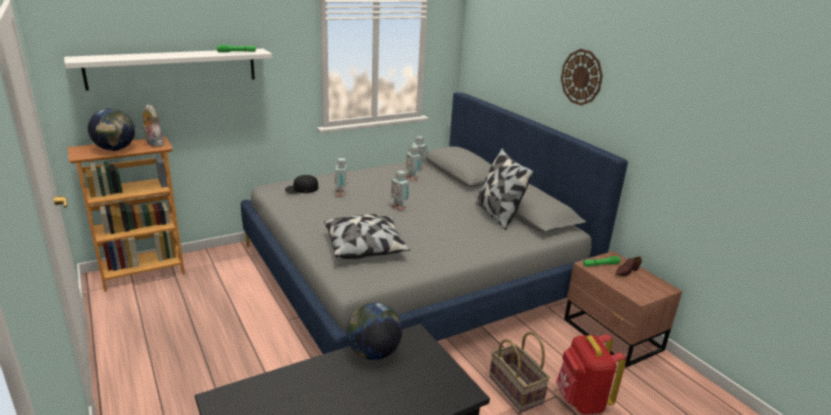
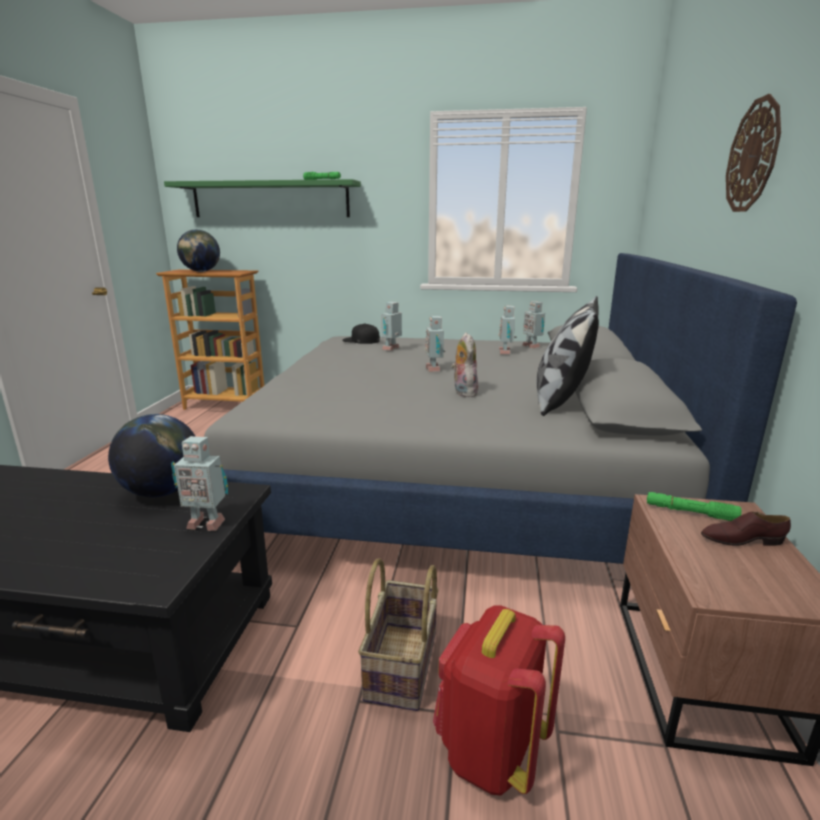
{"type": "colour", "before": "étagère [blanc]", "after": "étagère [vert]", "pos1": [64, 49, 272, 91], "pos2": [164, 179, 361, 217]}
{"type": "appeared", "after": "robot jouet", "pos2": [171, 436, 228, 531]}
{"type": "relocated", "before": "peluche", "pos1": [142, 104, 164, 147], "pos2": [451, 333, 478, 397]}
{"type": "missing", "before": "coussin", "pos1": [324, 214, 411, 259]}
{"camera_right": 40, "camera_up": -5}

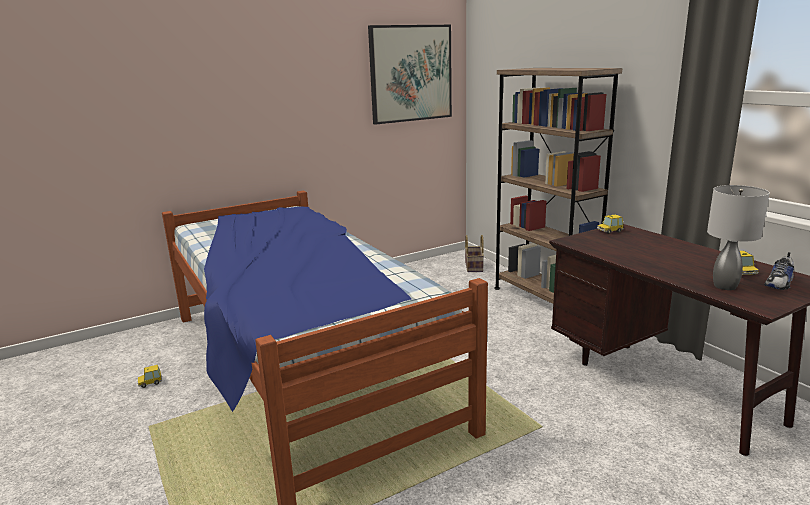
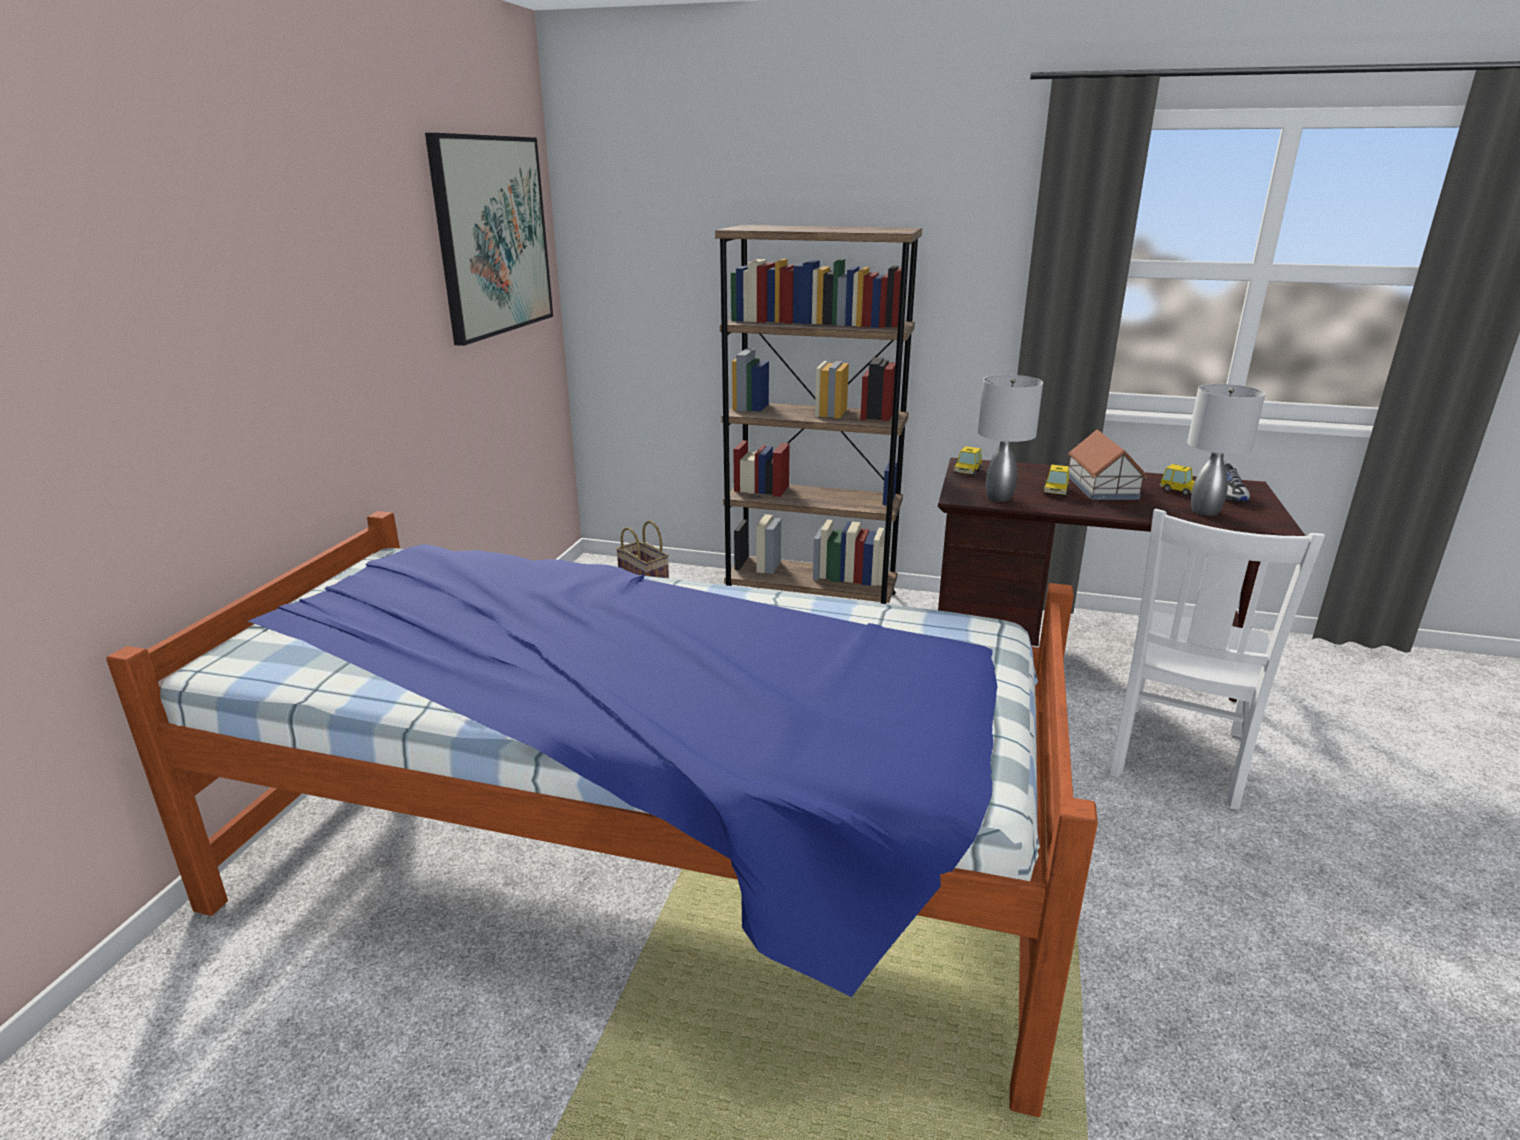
{"type": "appeared", "after": "lampe de table [gris]", "pos2": [978, 375, 1043, 502]}
{"type": "relocated", "before": "petite voiture", "pos1": [138, 365, 162, 388], "pos2": [1043, 465, 1070, 496]}
{"type": "appeared", "after": "maison miniature", "pos2": [1067, 429, 1147, 500]}
{"type": "appeared", "after": "chaise [blanc]", "pos2": [1110, 509, 1325, 809]}
{"camera_right": -45, "camera_up": 5}

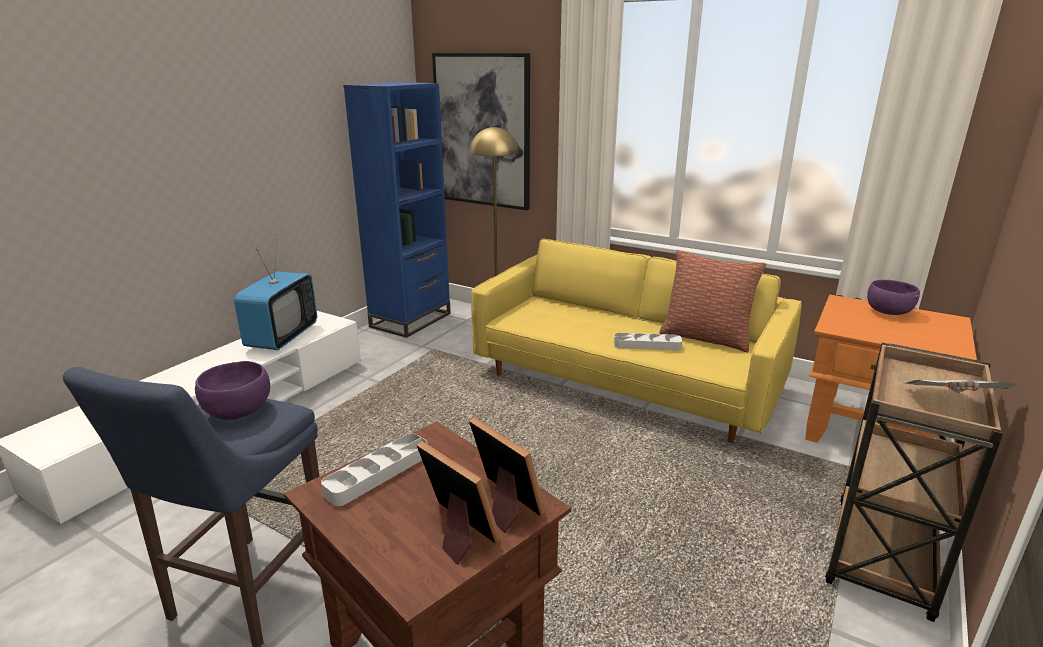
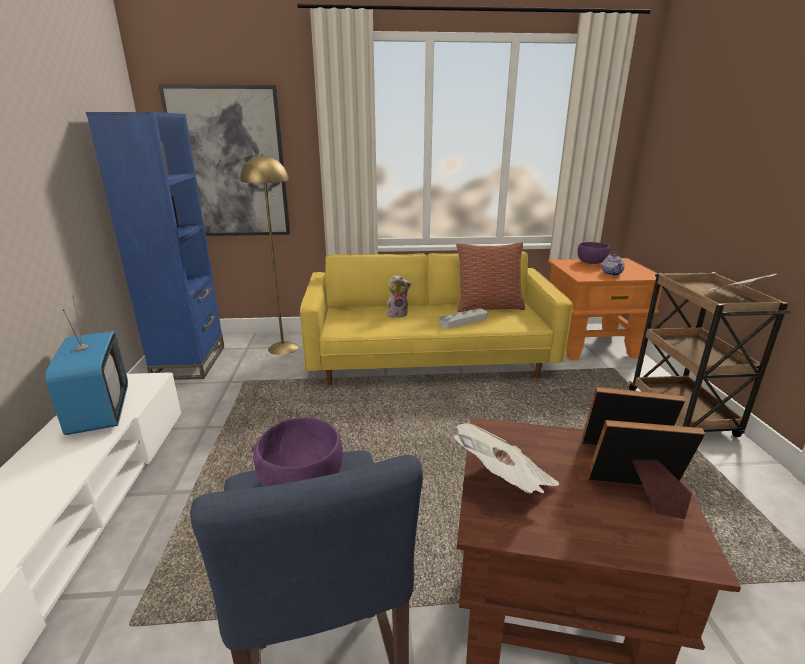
{"type": "appeared", "after": "peluche", "pos2": [387, 275, 411, 318]}
{"type": "exchanged", "before": "plateau [gris]", "after": "journal", "pos1": [321, 433, 427, 506], "pos2": [453, 423, 559, 494]}
{"type": "appeared", "after": "théière", "pos2": [602, 254, 625, 276]}
{"camera_right": -35, "camera_up": 0}

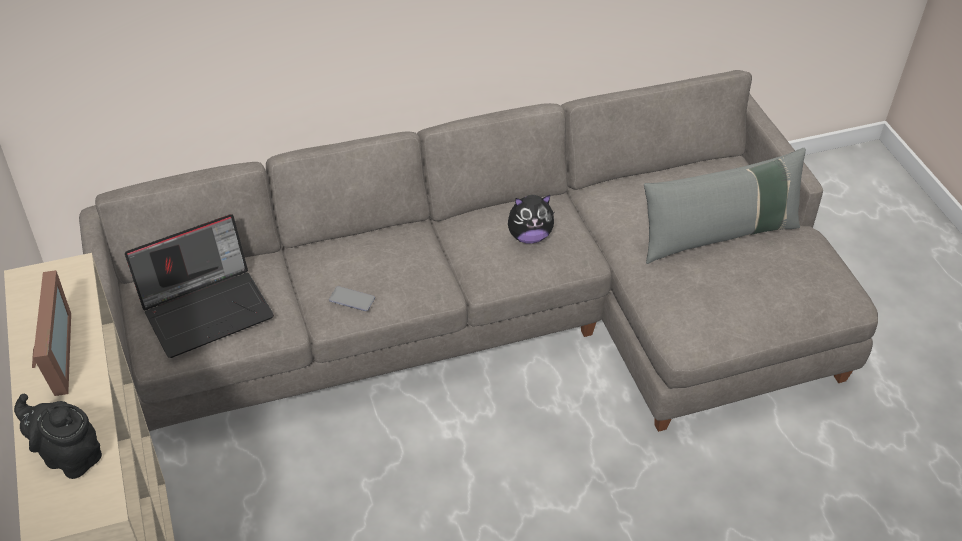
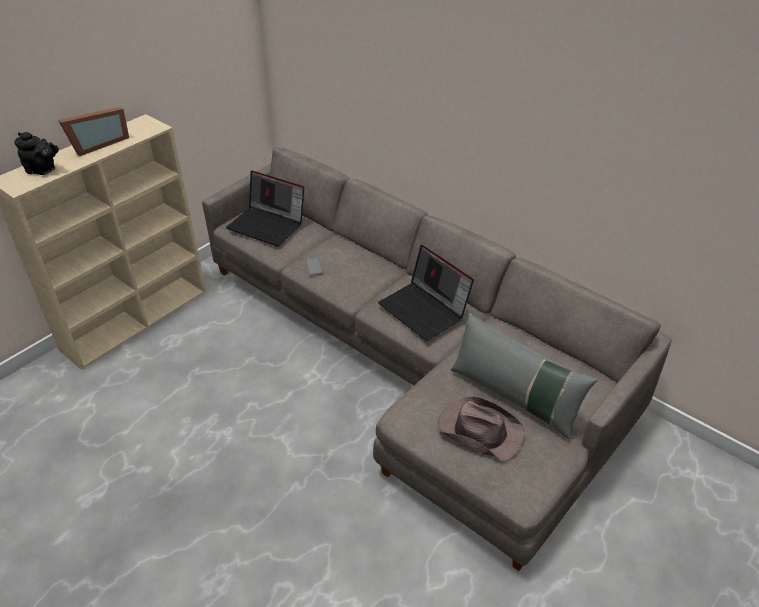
{"type": "spun", "before": "théière [noir]", "pos1": [14, 394, 102, 479], "pos2": [14, 132, 59, 175], "turn": 105}
{"type": "exchanged", "before": "peluche", "after": "ordinateur portable", "pos1": [508, 194, 555, 243], "pos2": [378, 245, 474, 341]}
{"type": "appeared", "after": "chapeau [marron]", "pos2": [438, 396, 525, 462]}
{"camera_right": 60, "camera_up": -5}

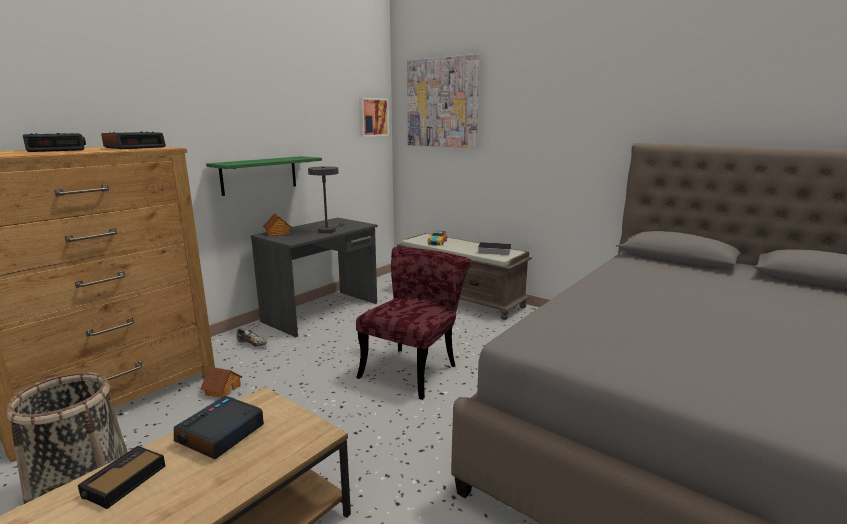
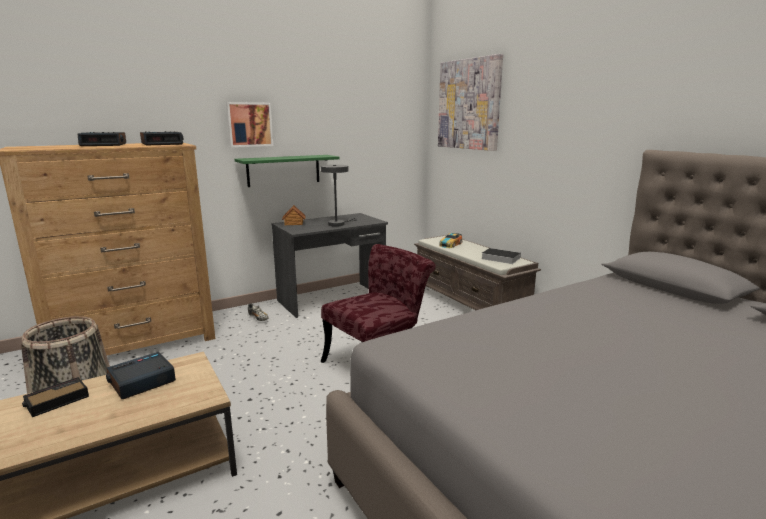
{"type": "relocated", "before": "tableau", "pos1": [359, 97, 389, 137], "pos2": [226, 102, 273, 147]}
{"type": "missing", "before": "maison miniature", "pos1": [201, 367, 242, 398]}
{"camera_right": 20, "camera_up": 0}

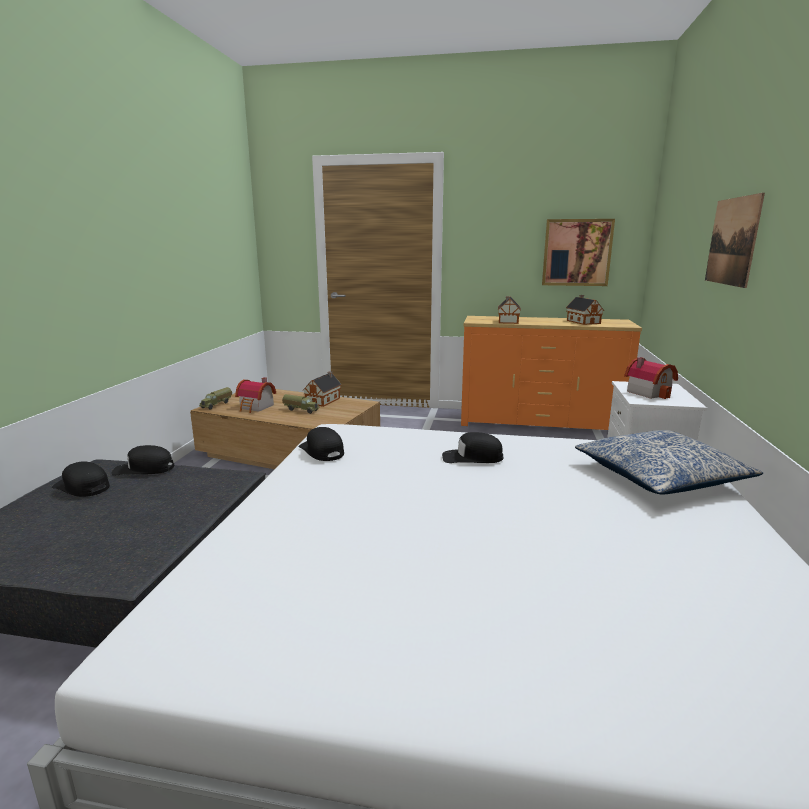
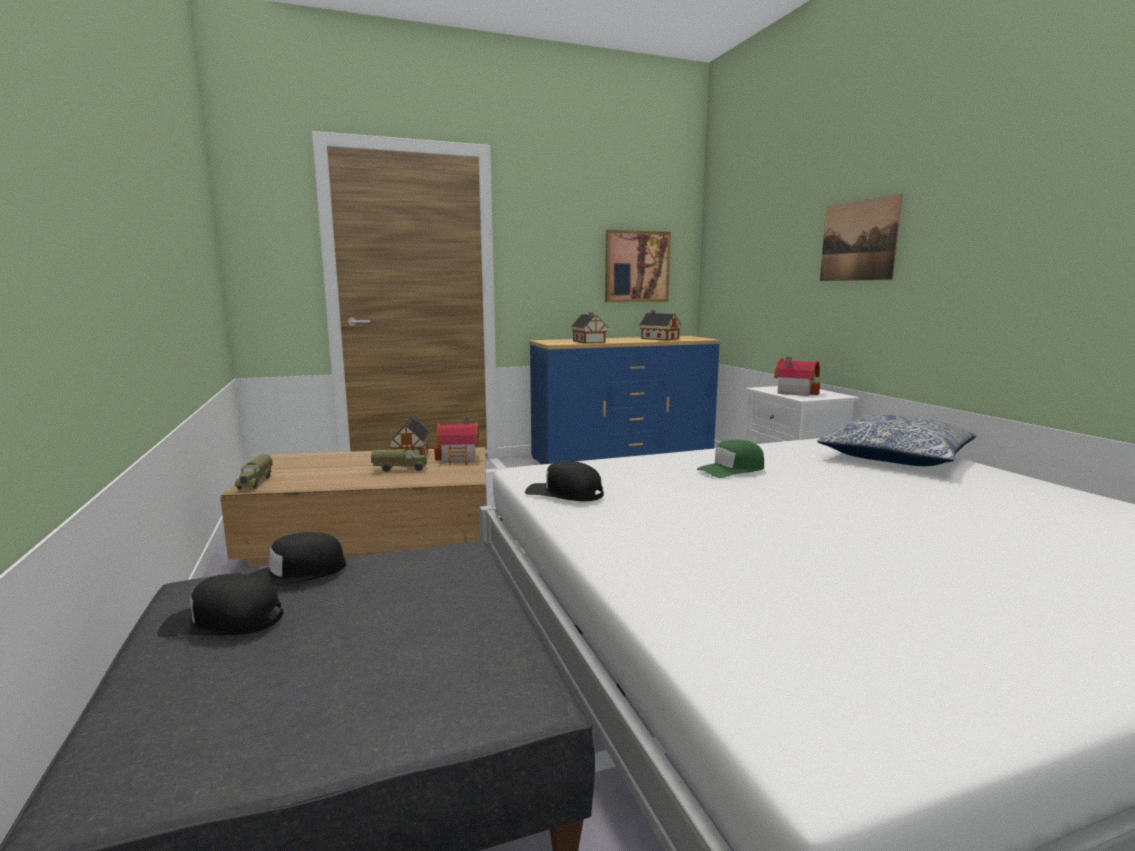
{"type": "relocated", "before": "maison miniature", "pos1": [235, 377, 276, 413], "pos2": [434, 417, 479, 465]}
{"type": "colour", "before": "commode [orange]", "after": "commode [bleu]", "pos1": [461, 316, 642, 430], "pos2": [529, 336, 721, 464]}
{"type": "colour", "before": "casquette [noir]", "after": "casquette [vert]", "pos1": [442, 432, 503, 463], "pos2": [697, 440, 764, 478]}
{"camera_right": -30, "camera_up": -5}

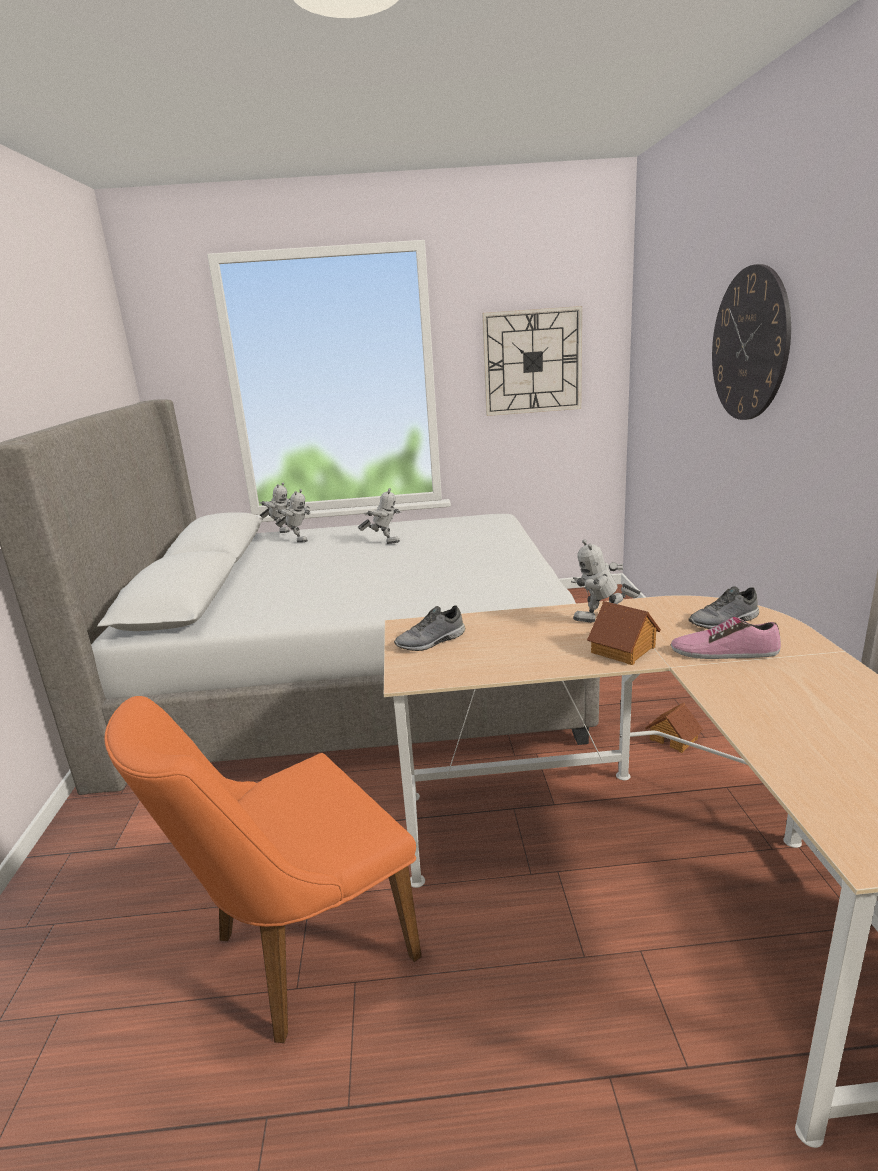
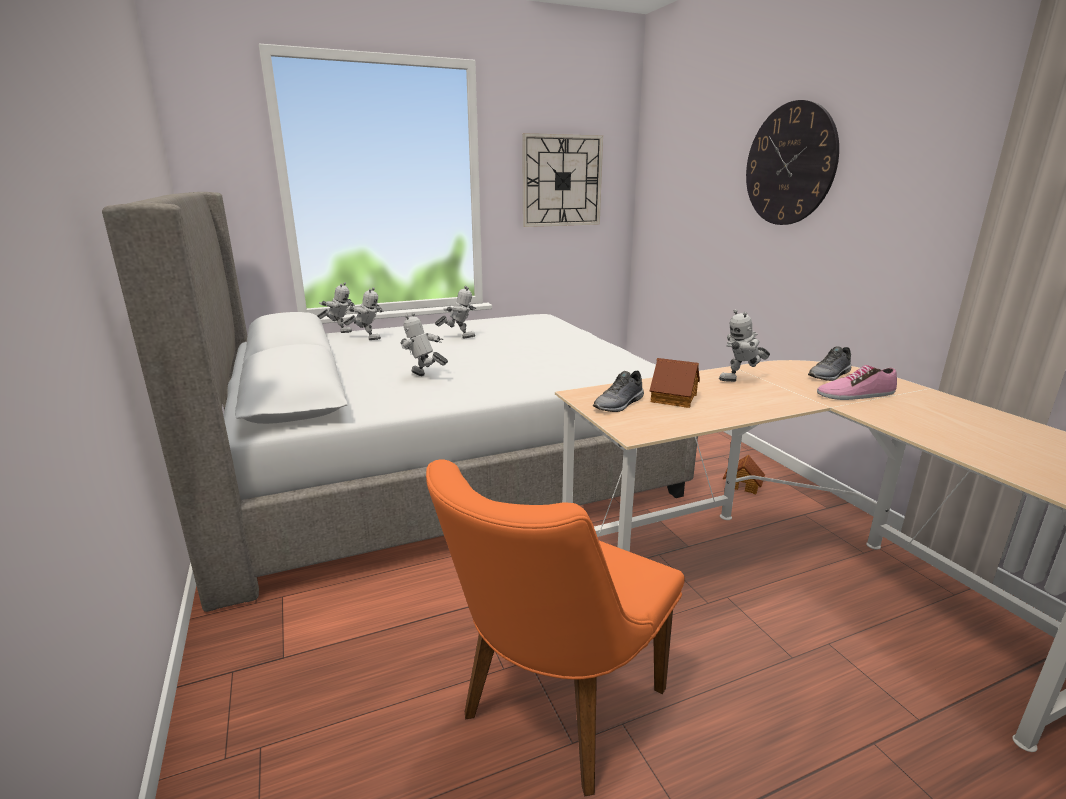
{"type": "appeared", "after": "robot jouet", "pos2": [401, 312, 448, 376]}
{"type": "relocated", "before": "maison miniature", "pos1": [587, 601, 661, 665], "pos2": [649, 358, 700, 408]}
{"camera_right": -20, "camera_up": 0}

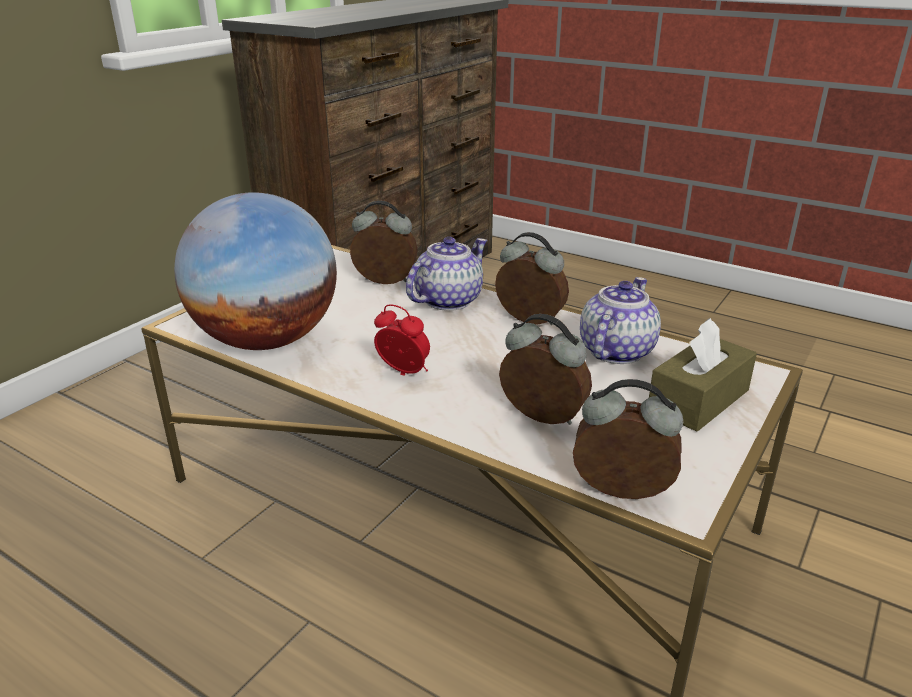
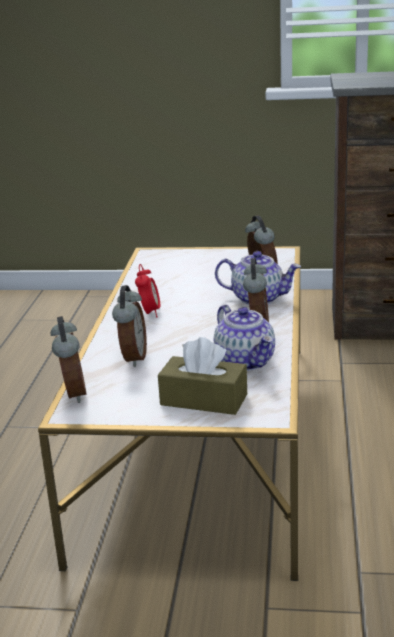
{"type": "spun", "before": "théière", "pos1": [580, 277, 661, 364], "pos2": [214, 305, 275, 371], "turn": 60}
{"type": "missing", "before": "globe", "pos1": [174, 192, 337, 350]}
{"camera_right": 65, "camera_up": -5}

